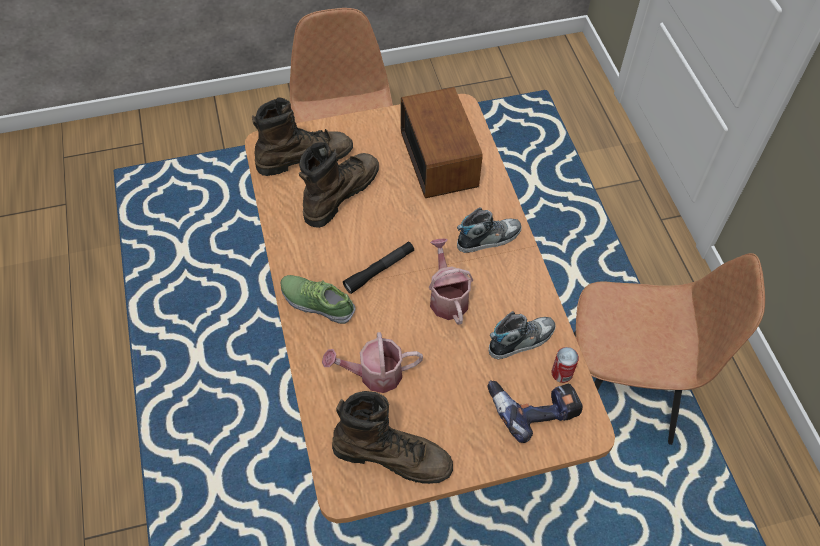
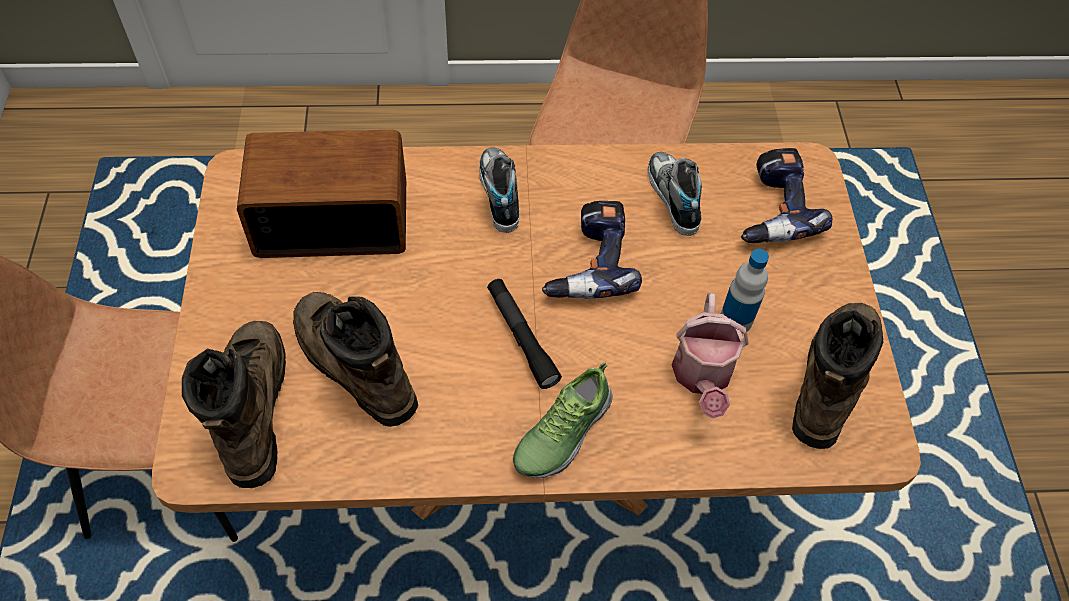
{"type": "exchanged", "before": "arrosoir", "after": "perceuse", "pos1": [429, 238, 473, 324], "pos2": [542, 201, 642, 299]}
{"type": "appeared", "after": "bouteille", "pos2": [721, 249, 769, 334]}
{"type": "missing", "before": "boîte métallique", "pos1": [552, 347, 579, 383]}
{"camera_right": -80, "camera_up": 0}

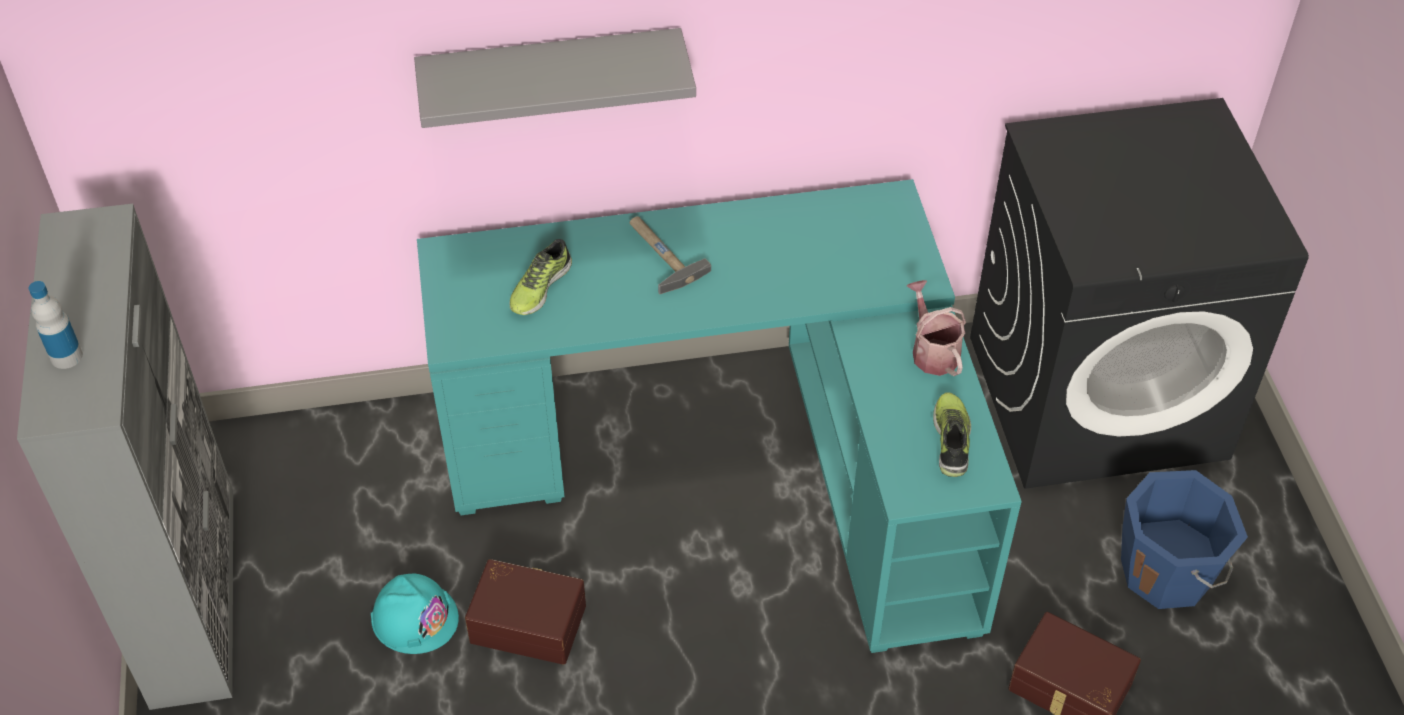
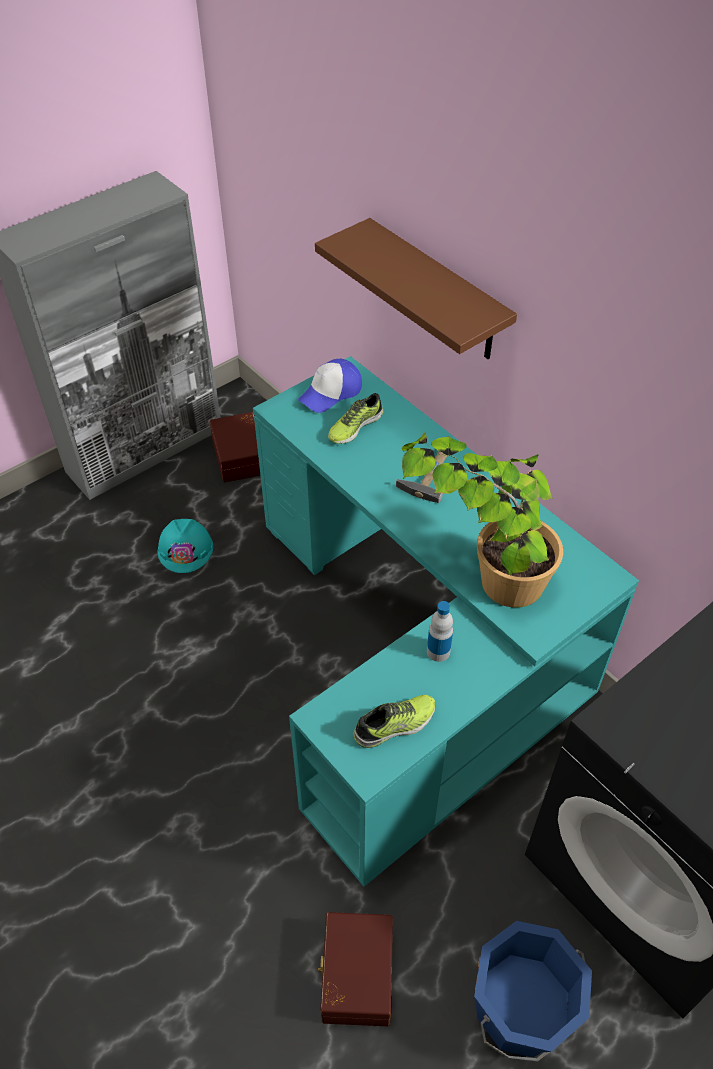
{"type": "relocated", "before": "boîte de rangement [marron]", "pos1": [465, 559, 586, 665], "pos2": [210, 412, 260, 483]}
{"type": "appeared", "after": "casquette", "pos2": [298, 359, 362, 413]}
{"type": "colour", "before": "étagère [gris]", "after": "étagère [marron]", "pos1": [414, 28, 696, 128], "pos2": [315, 218, 517, 359]}
{"type": "spun", "before": "chaussure", "pos1": [510, 239, 572, 315], "pos2": [328, 393, 383, 444], "turn": -45}
{"type": "appeared", "after": "plante en pot", "pos2": [402, 432, 563, 608]}
{"type": "relocated", "before": "bouteille", "pos1": [28, 281, 83, 369], "pos2": [427, 601, 453, 662]}
{"type": "missing", "before": "arrosoir", "pos1": [907, 280, 966, 376]}
{"camera_right": 60, "camera_up": 0}

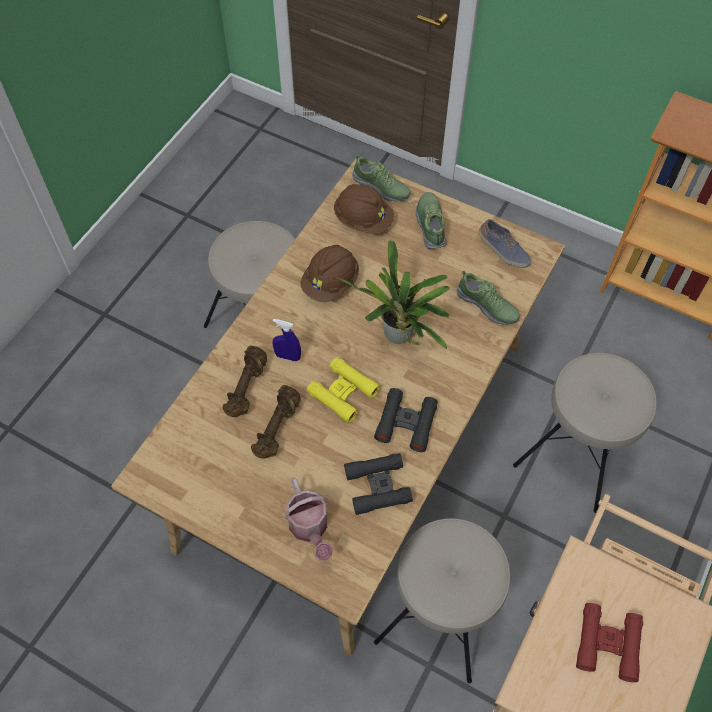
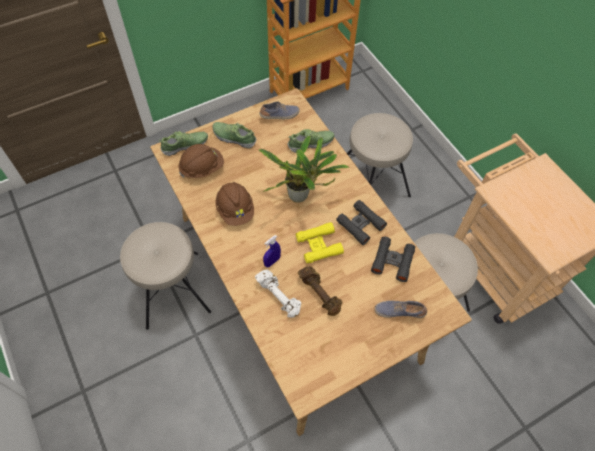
{"type": "colour", "before": "haltère [marron]", "after": "haltère [blanc]", "pos1": [222, 346, 267, 417], "pos2": [255, 270, 301, 318]}
{"type": "exchanged", "before": "arrosoir", "after": "chaussure", "pos1": [284, 477, 333, 561], "pos2": [375, 300, 427, 318]}
{"type": "missing", "before": "jumelles [rouge]", "pos1": [576, 603, 643, 682]}
{"camera_right": -60, "camera_up": 0}

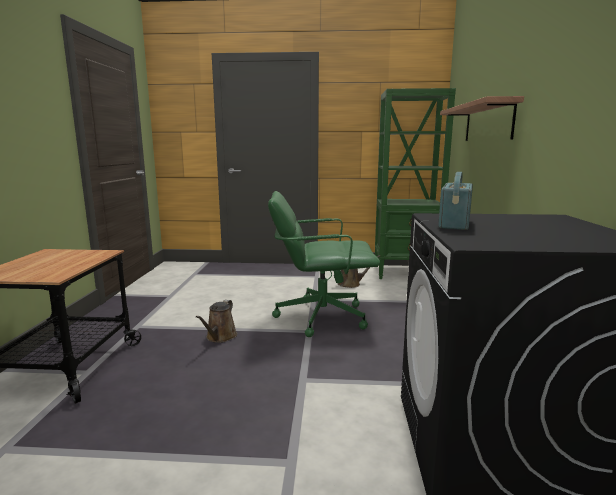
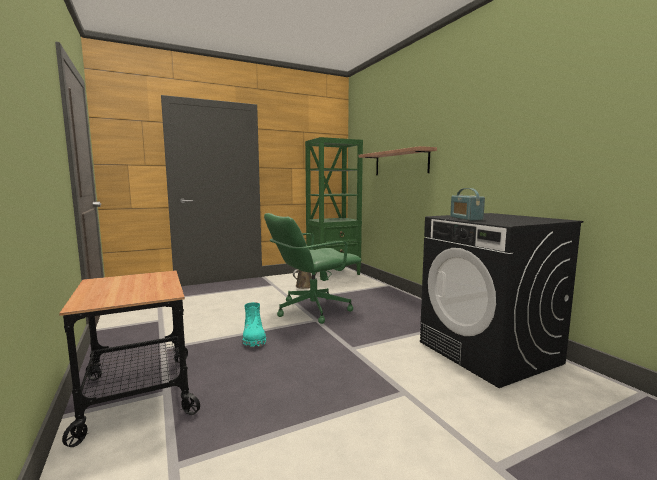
{"type": "exchanged", "before": "arrosoir [marron]", "after": "botte [turquoise]", "pos1": [196, 300, 237, 343], "pos2": [243, 302, 266, 347]}
{"camera_right": -30, "camera_up": -5}

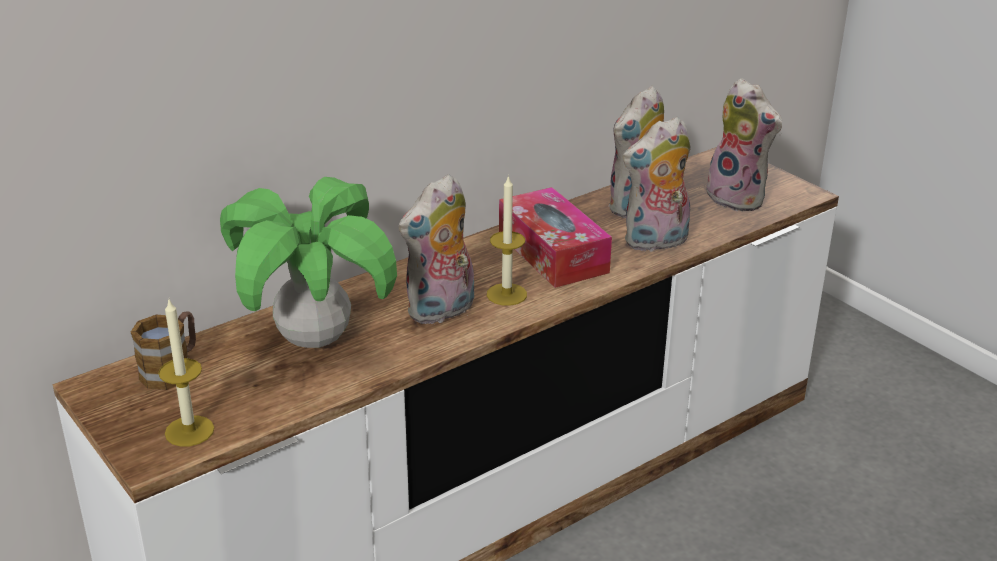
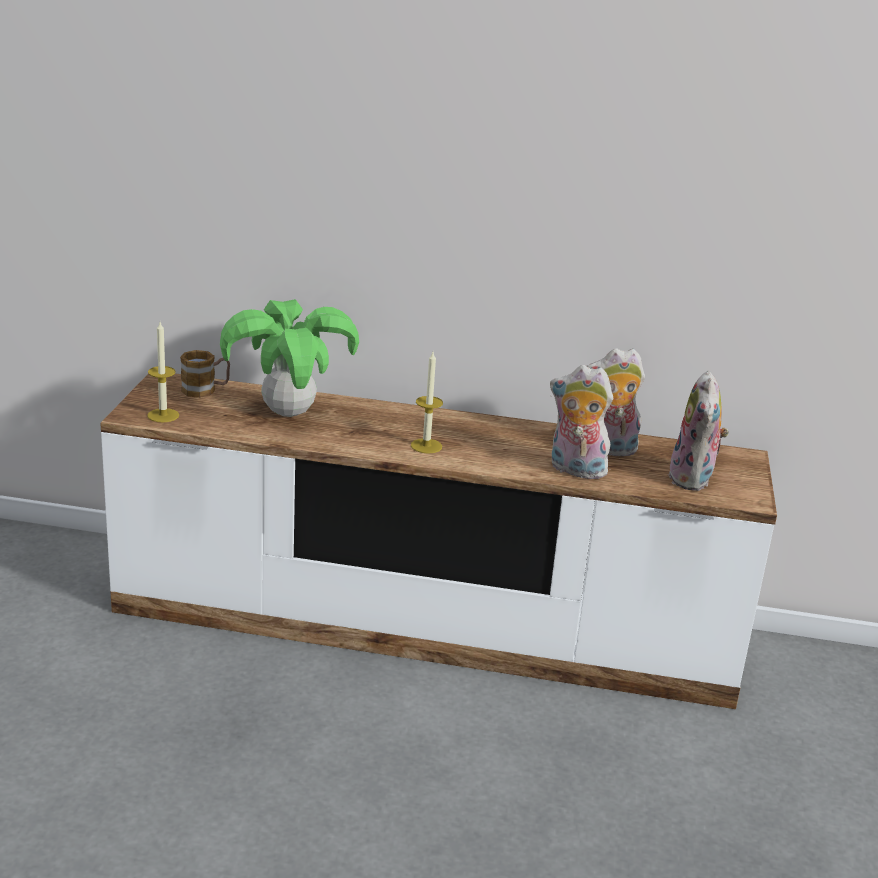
{"type": "missing", "before": "peluche", "pos1": [398, 174, 478, 324]}
{"type": "missing", "before": "boîte à mouchoirs", "pos1": [499, 187, 612, 288]}
{"camera_right": 45, "camera_up": -5}

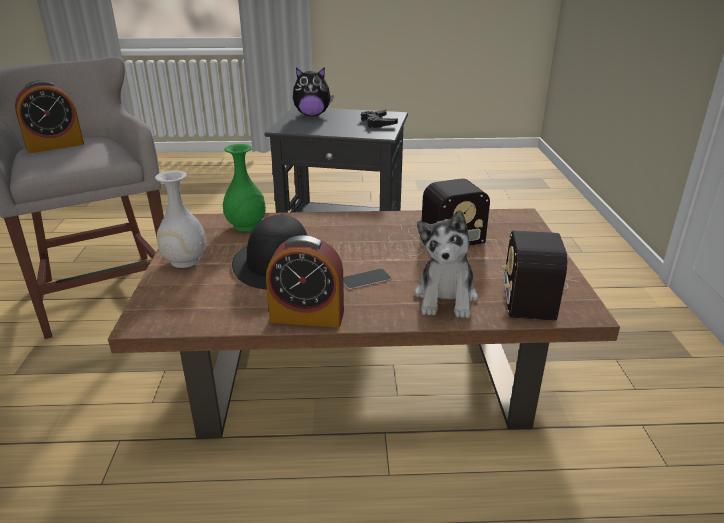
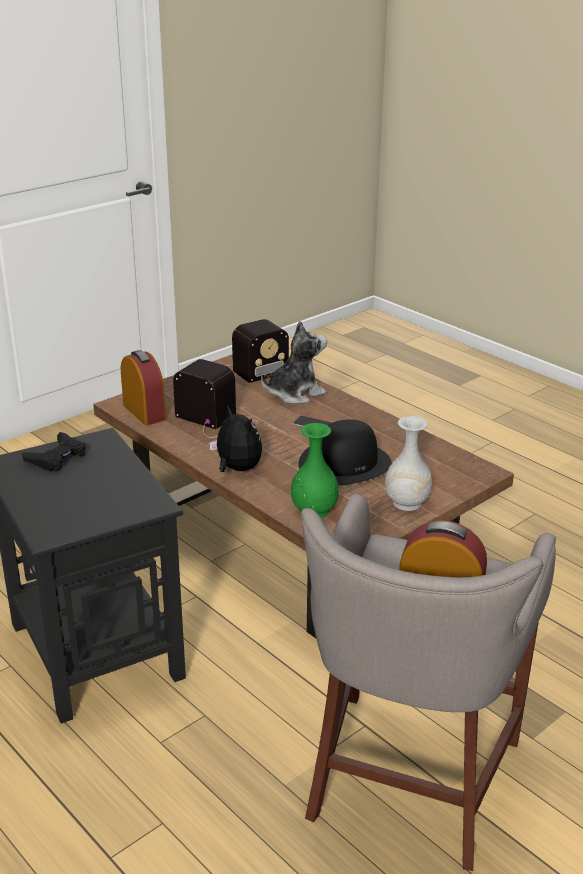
{"type": "relocated", "before": "réveil", "pos1": [266, 235, 344, 328], "pos2": [121, 350, 166, 426]}
{"type": "relocated", "before": "peluche", "pos1": [293, 67, 334, 116], "pos2": [209, 406, 262, 472]}
{"camera_right": -130, "camera_up": 0}

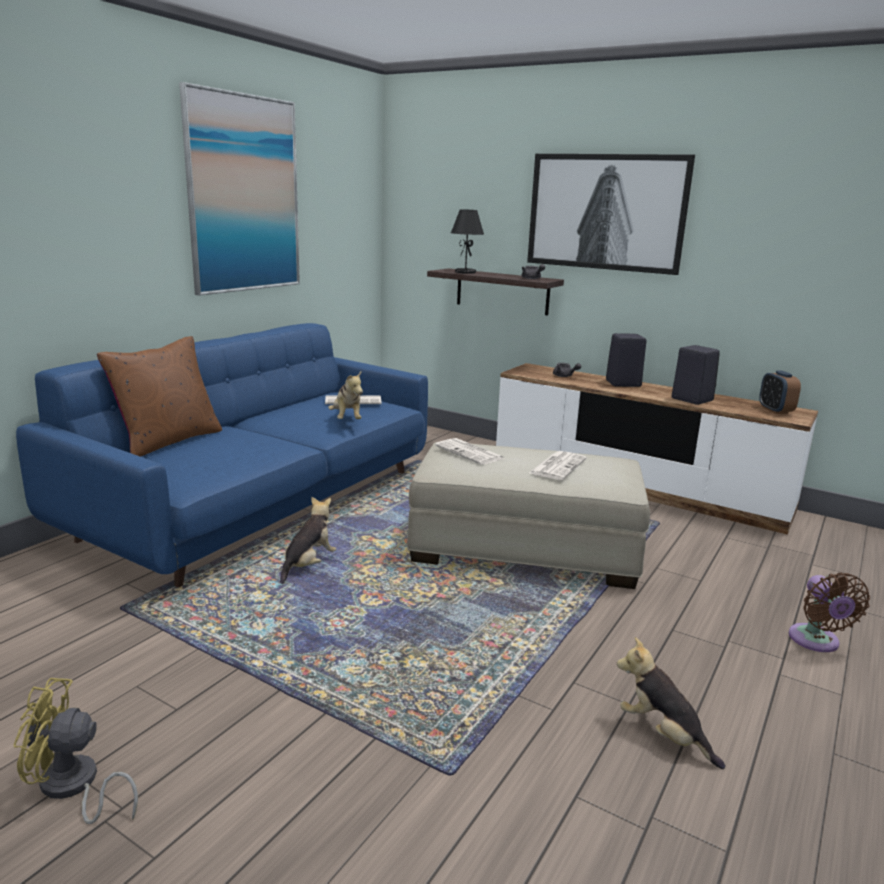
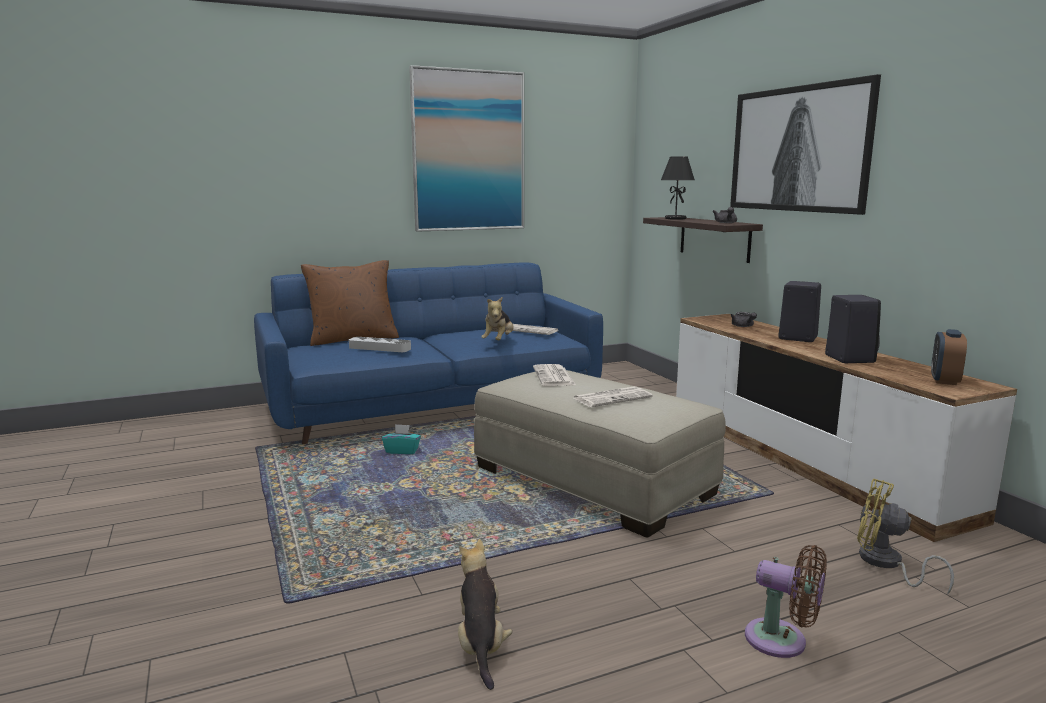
{"type": "appeared", "after": "plateau [gris]", "pos2": [349, 337, 411, 352]}
{"type": "exchanged", "before": "peluche", "after": "boîte à mouchoirs [turquoise]", "pos1": [280, 497, 337, 584], "pos2": [382, 424, 421, 454]}
{"type": "spun", "before": "ventilateur [marron]", "pos1": [789, 573, 870, 652], "pos2": [745, 545, 827, 658], "turn": -90}
{"type": "relocated", "before": "ventilateur [jaune]", "pos1": [14, 678, 138, 824], "pos2": [857, 479, 954, 595]}
{"camera_right": 35, "camera_up": -5}

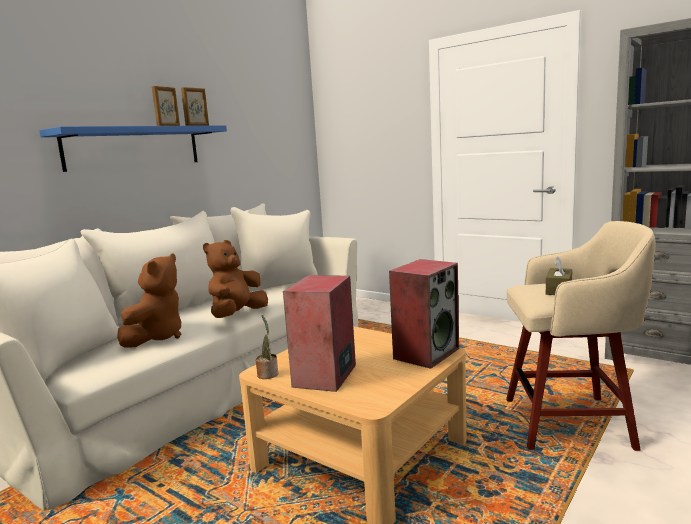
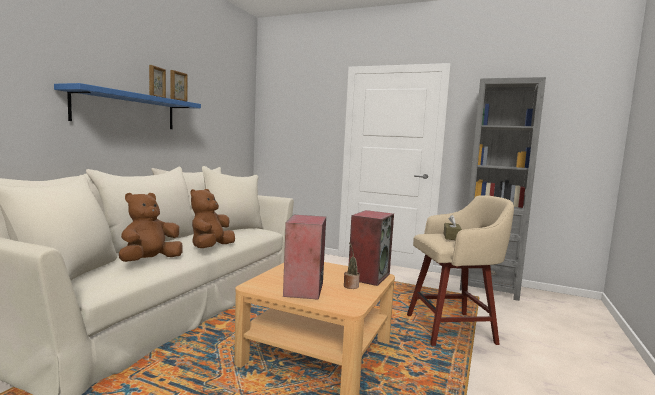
{"type": "spun", "before": "peluche [marron]", "pos1": [117, 254, 182, 348], "pos2": [119, 193, 183, 262], "turn": -150}
{"type": "relocated", "before": "plante en pot", "pos1": [255, 315, 278, 379], "pos2": [344, 242, 360, 289]}
{"camera_right": -15, "camera_up": -5}

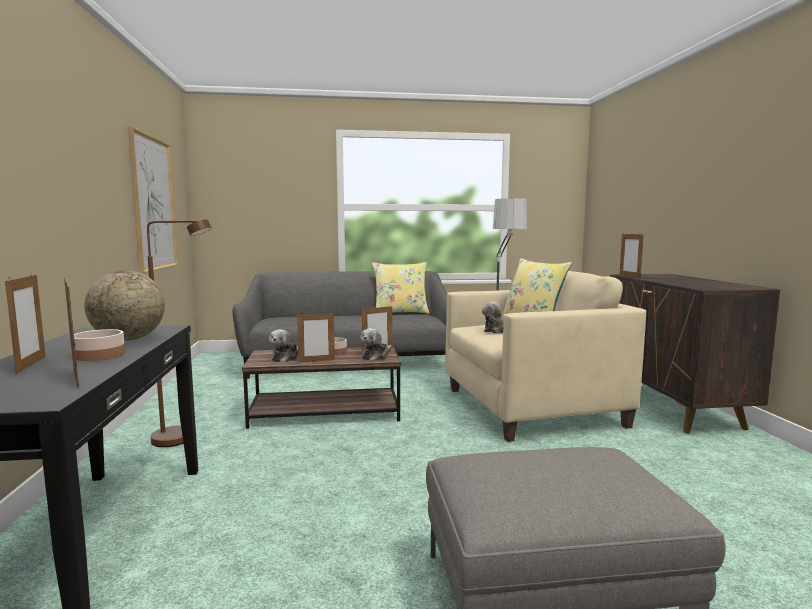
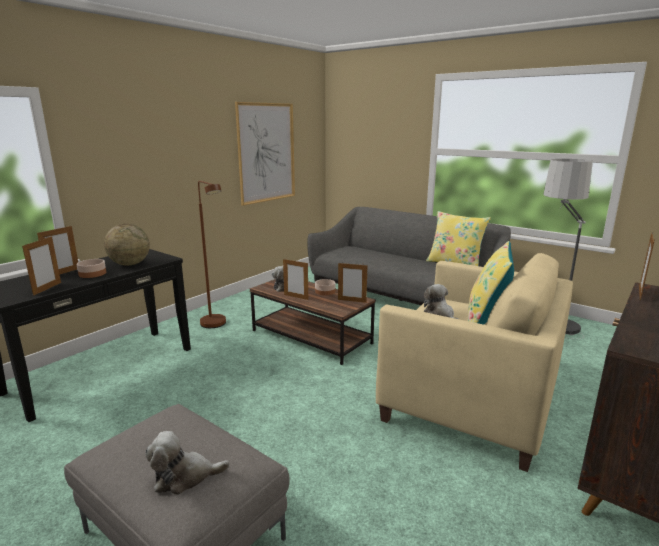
{"type": "relocated", "before": "peluche", "pos1": [360, 328, 392, 361], "pos2": [145, 431, 230, 495]}
{"camera_right": 45, "camera_up": 10}

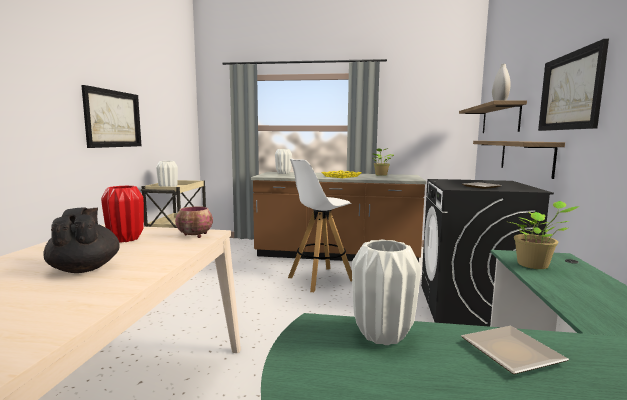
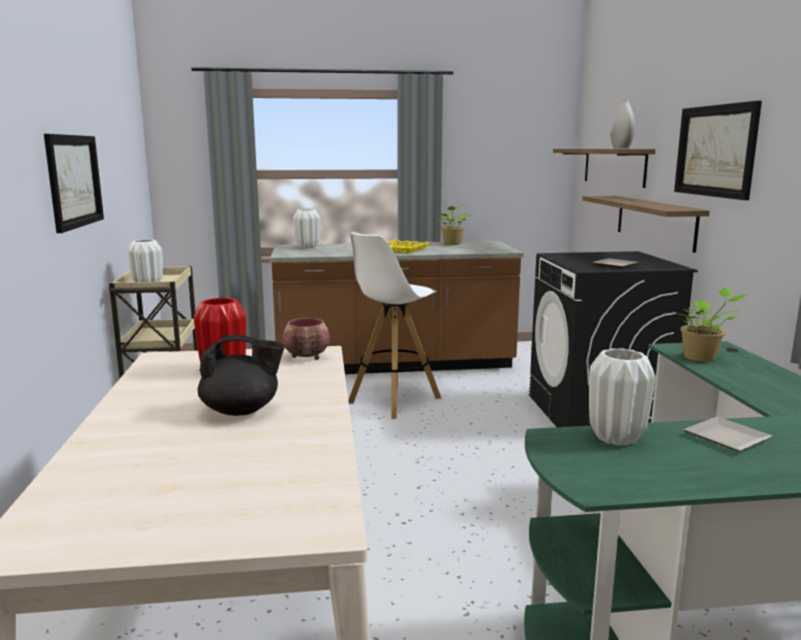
{"type": "spun", "before": "théière [noir]", "pos1": [44, 207, 120, 273], "pos2": [198, 335, 285, 416], "turn": 120}
{"camera_right": -15, "camera_up": 5}

